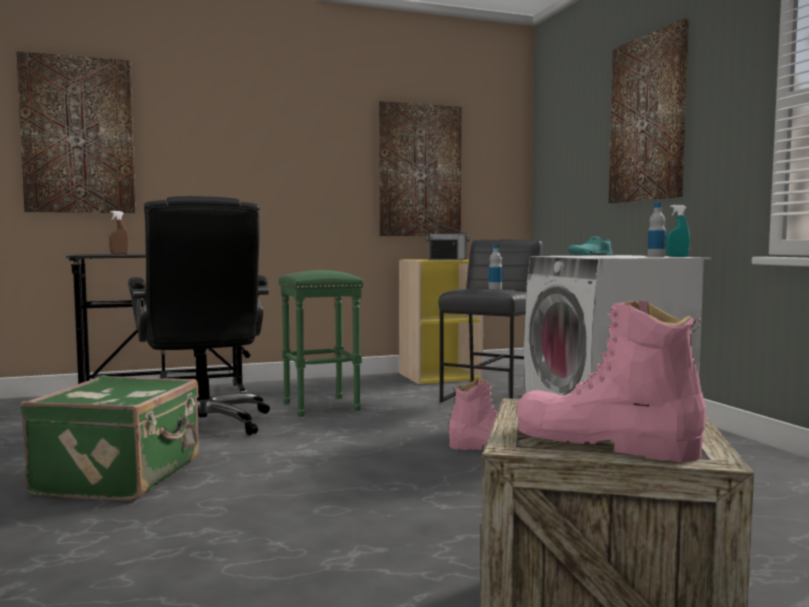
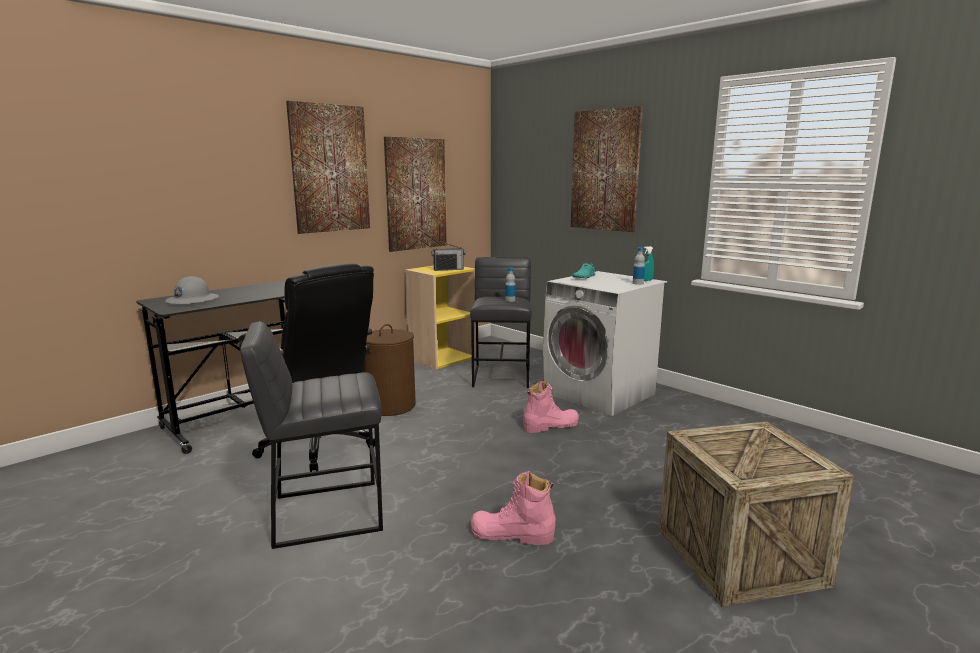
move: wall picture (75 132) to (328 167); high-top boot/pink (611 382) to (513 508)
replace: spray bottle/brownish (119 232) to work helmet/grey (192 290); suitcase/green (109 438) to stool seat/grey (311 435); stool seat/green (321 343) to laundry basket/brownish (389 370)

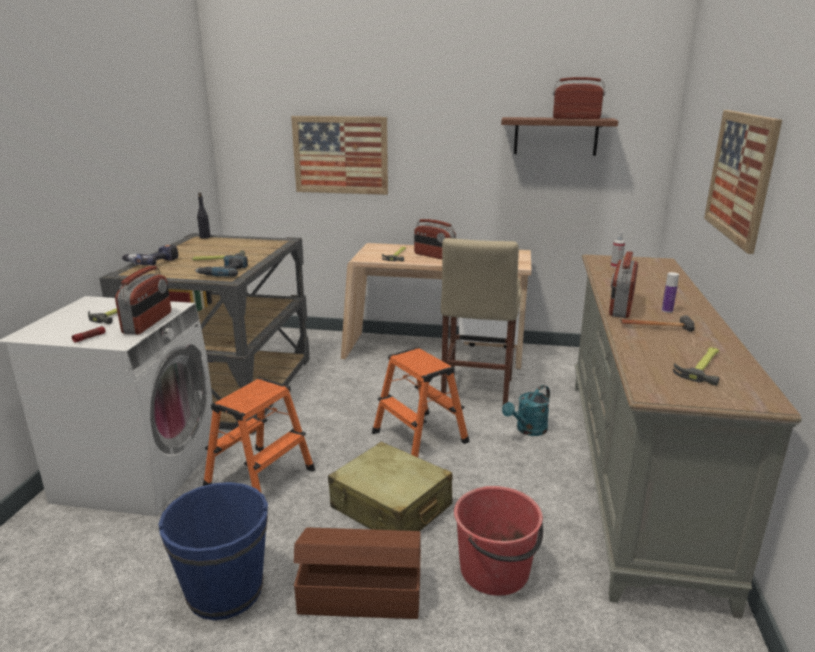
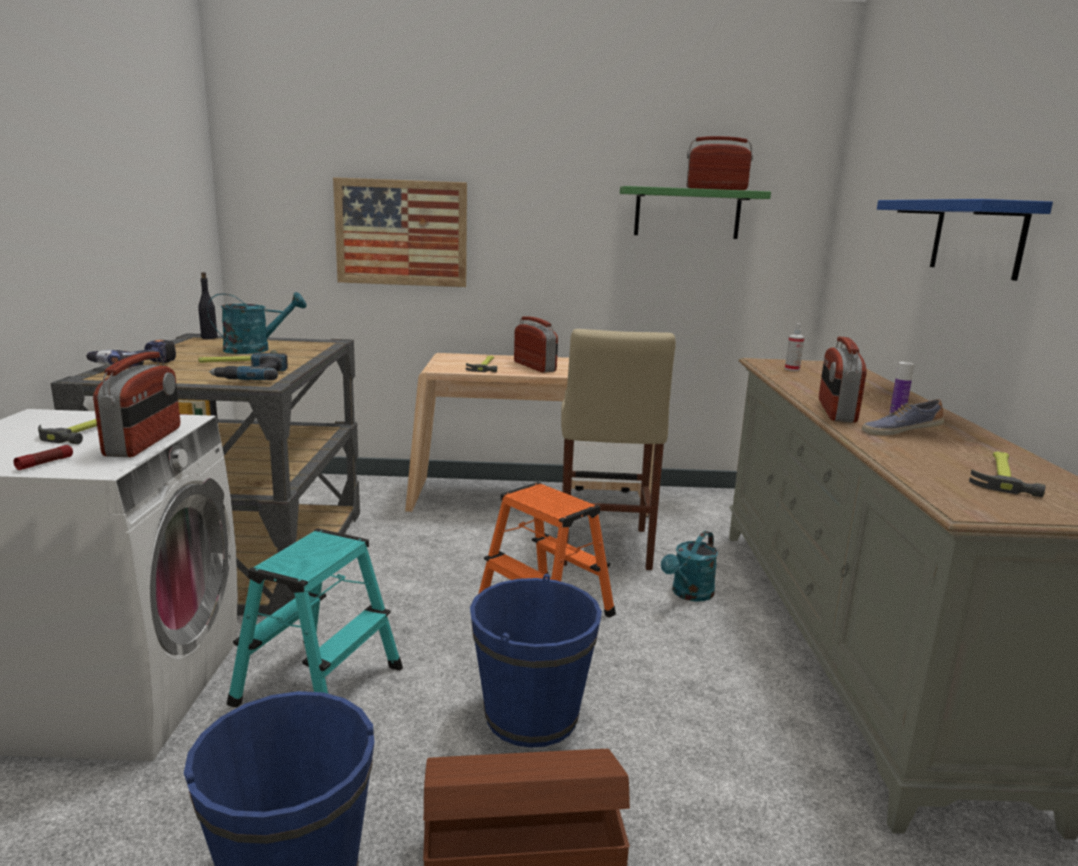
delete: bucket/red (498 541)
insert: watering can/blue-green (257 323)
replace: suitcase/beige (390 486) to bucket/blue (536 661); hand hammer (658 323) to item of footwear (903 417); wall picture (743 182) to shelf/blue (965 240)
recolor: stepladder/orange-coloured (259 435) to stepladder/blue-green (315 618); shelf/brownish (559 136) to shelf/green (695 212)
rotate: radio set (435 239) = (536 344) 150 degrees counterclockwise

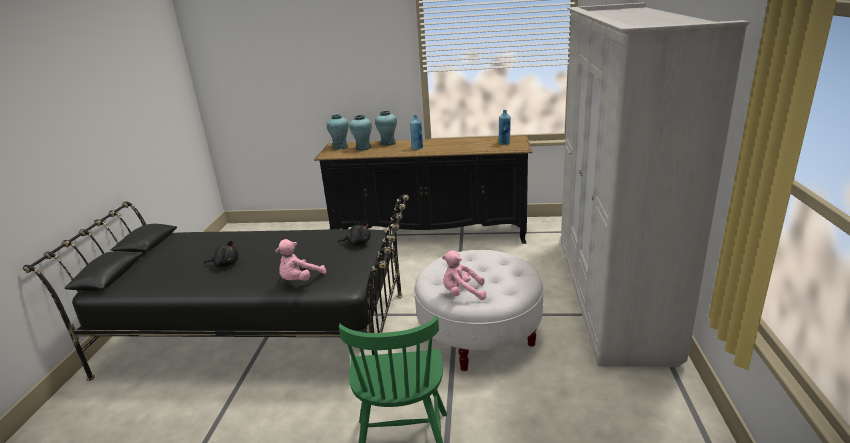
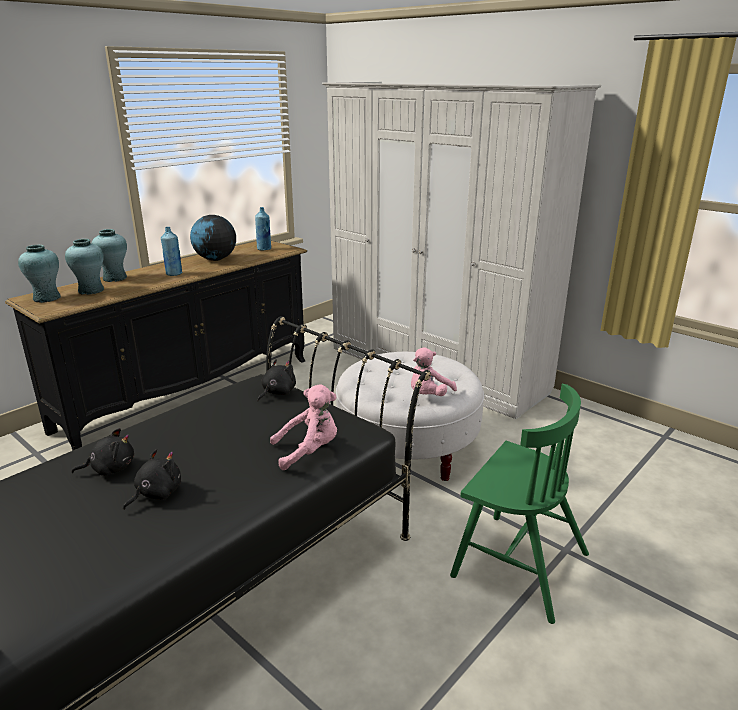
insert: soft toy/black (102 452); desk globe (213 238)
rotate: soft toy/pink (300 260) = (303 427) 90 degrees counterclockwise

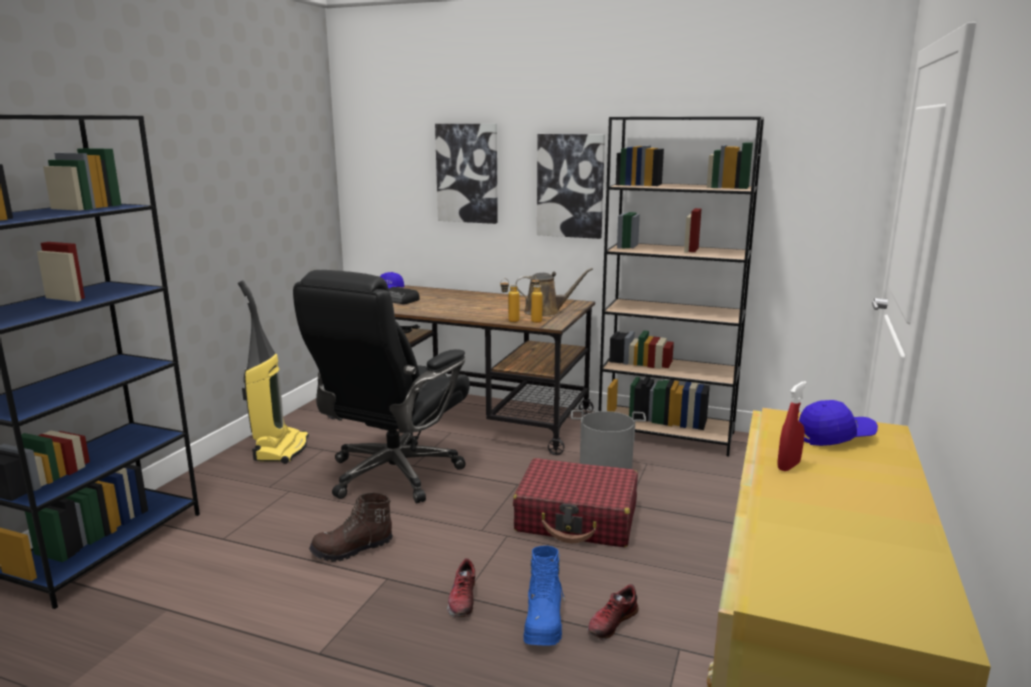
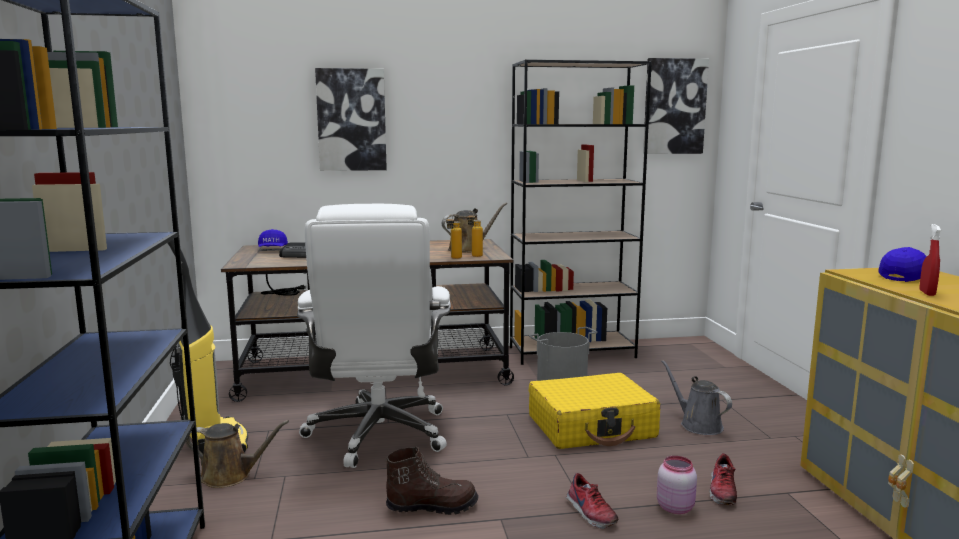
insert: watering can/brownish (237 454); watering can/grey (696 397)
move: wall picture (571 186) to (676 106)
replace: high-top boot/blue (544 596) to preserve jar/pink (677 485)
recolor: desk chair/black (381 386) to desk chair/white-coloured (374 336); suitcase/red (575 502) to suitcase/yellow-coloured (594 411)
rotate: high-top boot/brownish (351 527) = (432 480) 135 degrees counterclockwise

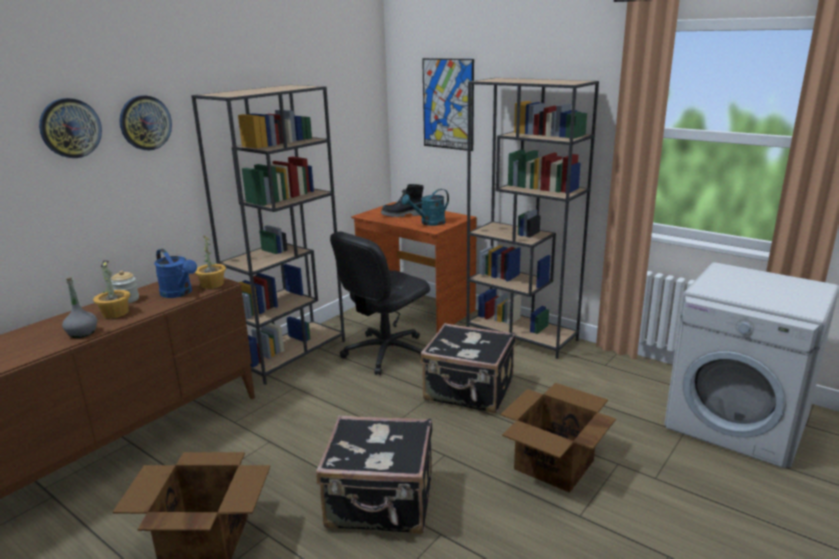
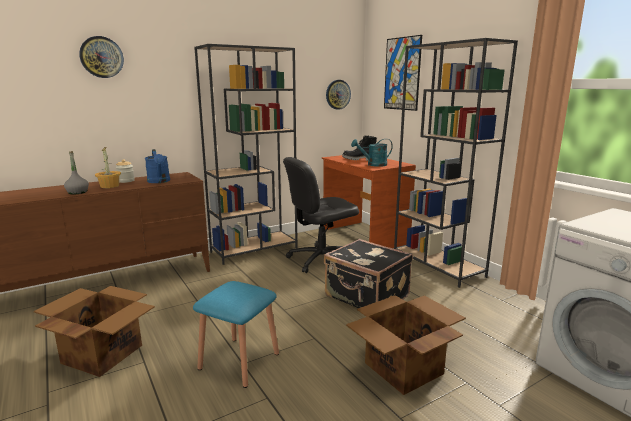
delete: plant in a pot (210 262)
move: wall clock (145 122) to (338 95)
replace: suitcase/black (374 474) to stool seat/blue (236 334)

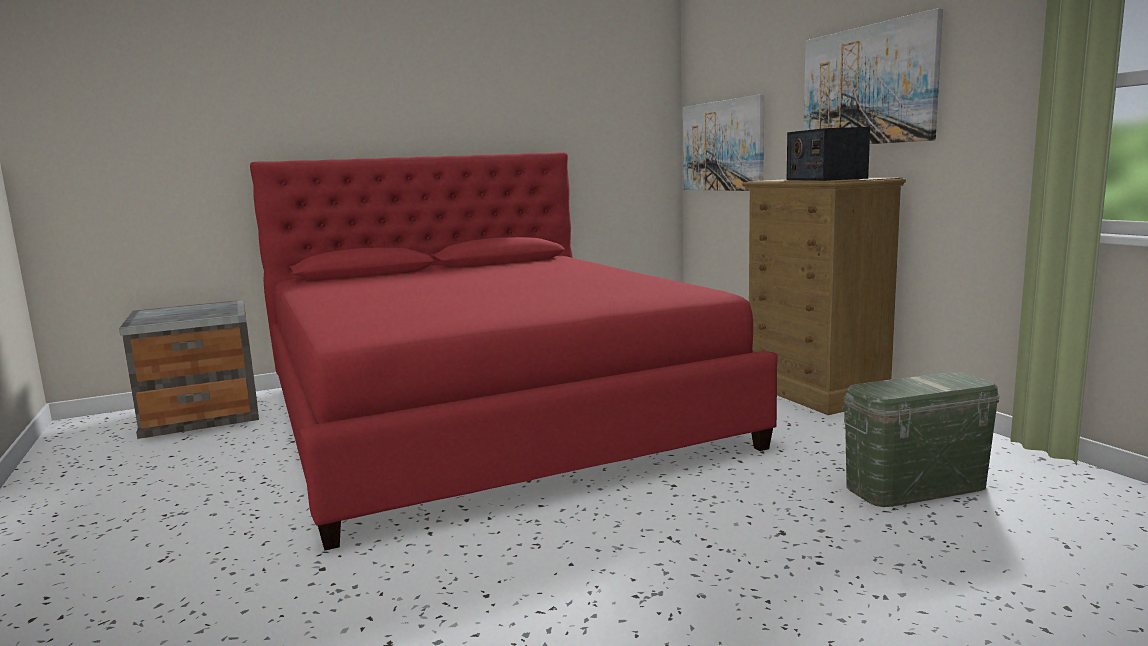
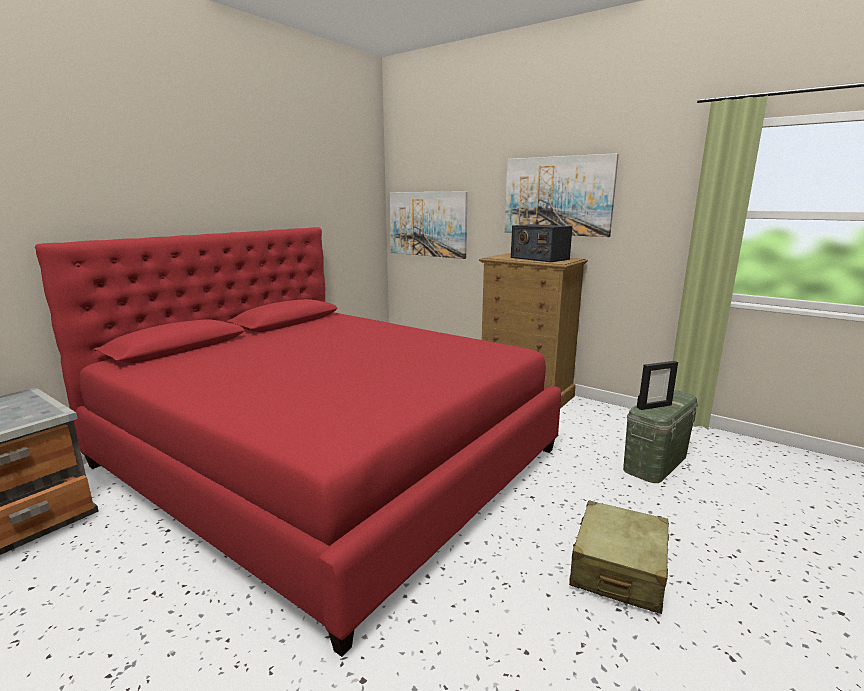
insert: suitcase/beige (619 557); photo frame (657 385)

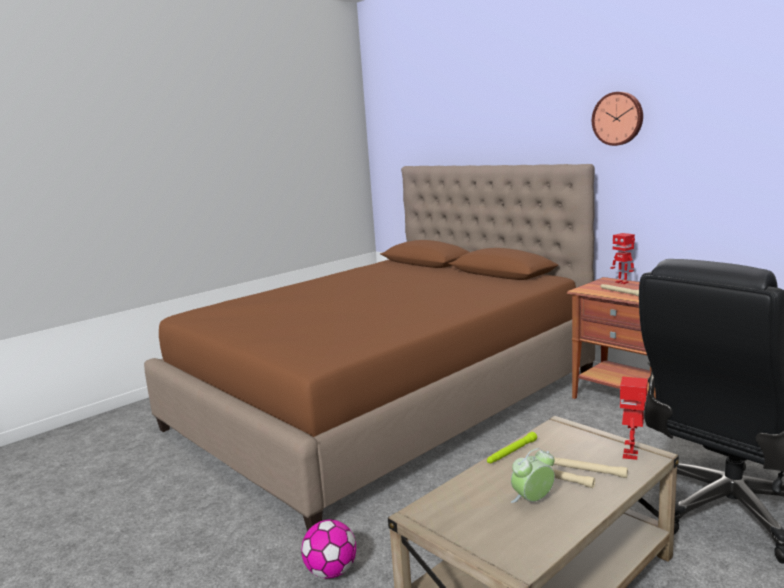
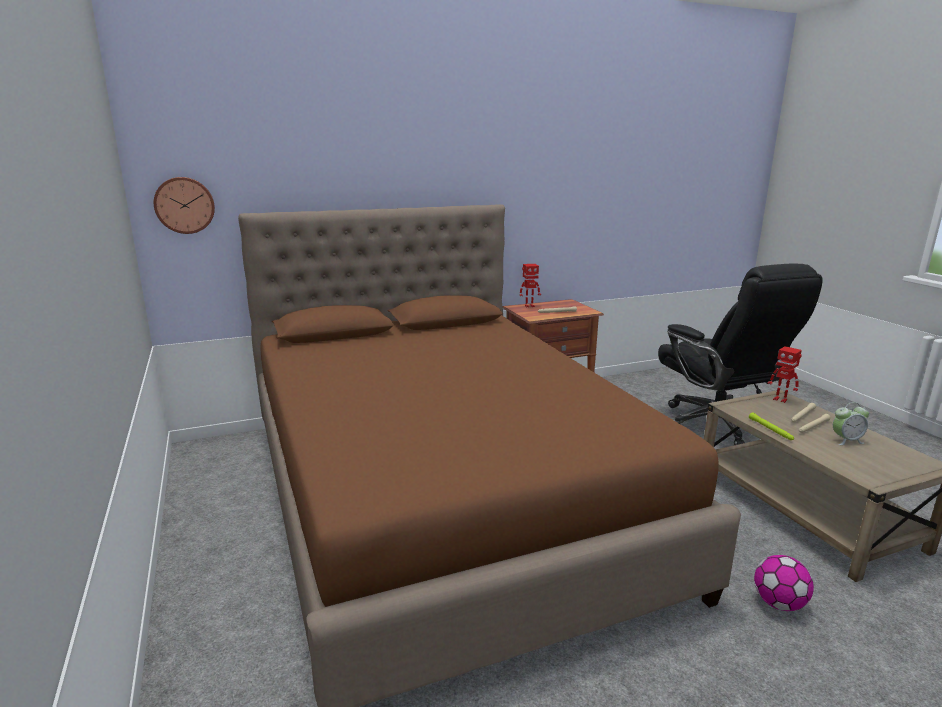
move: wall clock (617 119) to (184 205)
rotate: alarm clock (533 475) = (851 423) 90 degrees counterclockwise

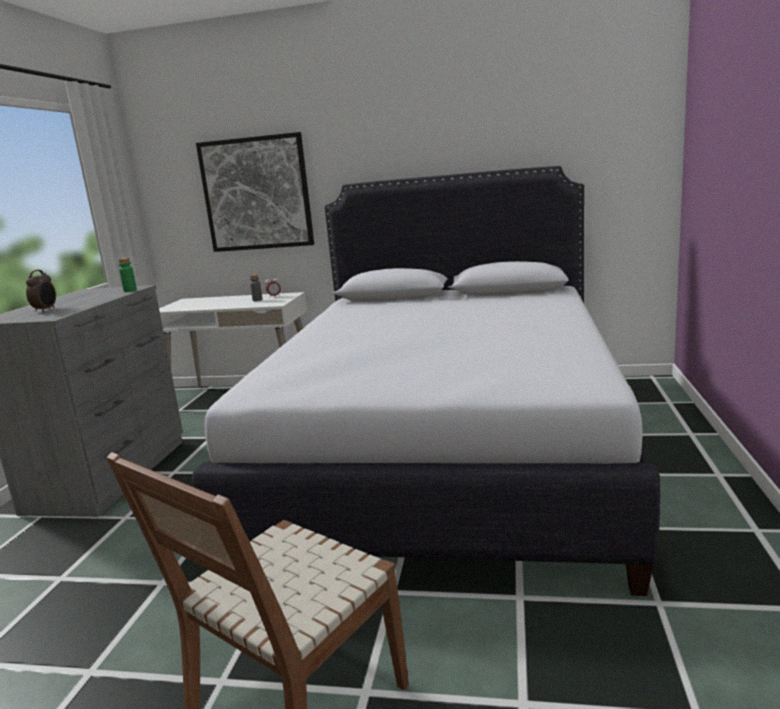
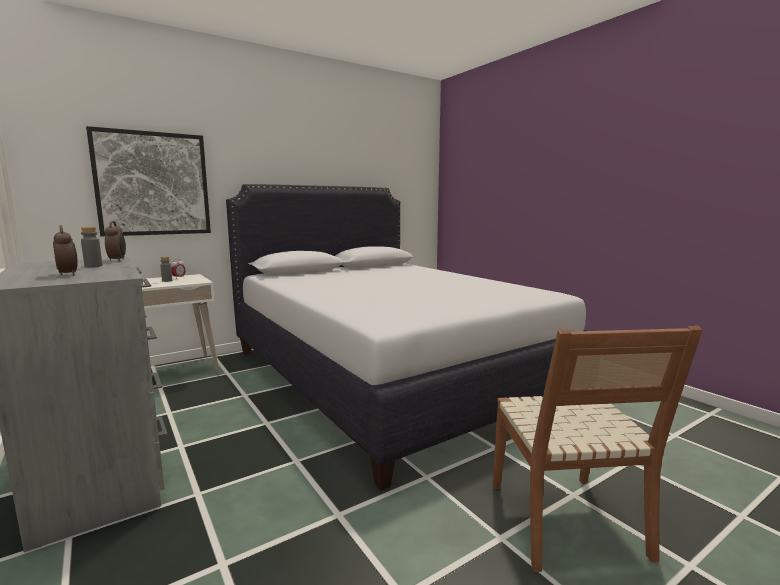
insert: beverage bottle/grey (91 247)
replace: beverage bottle/green (127 275) to alarm clock (115 241)

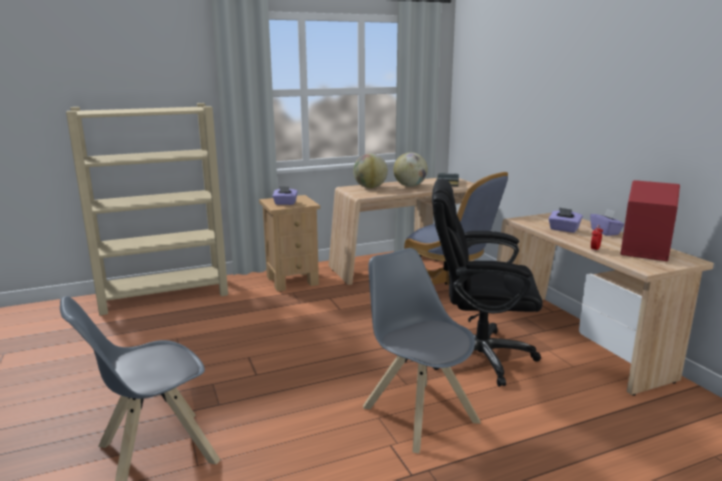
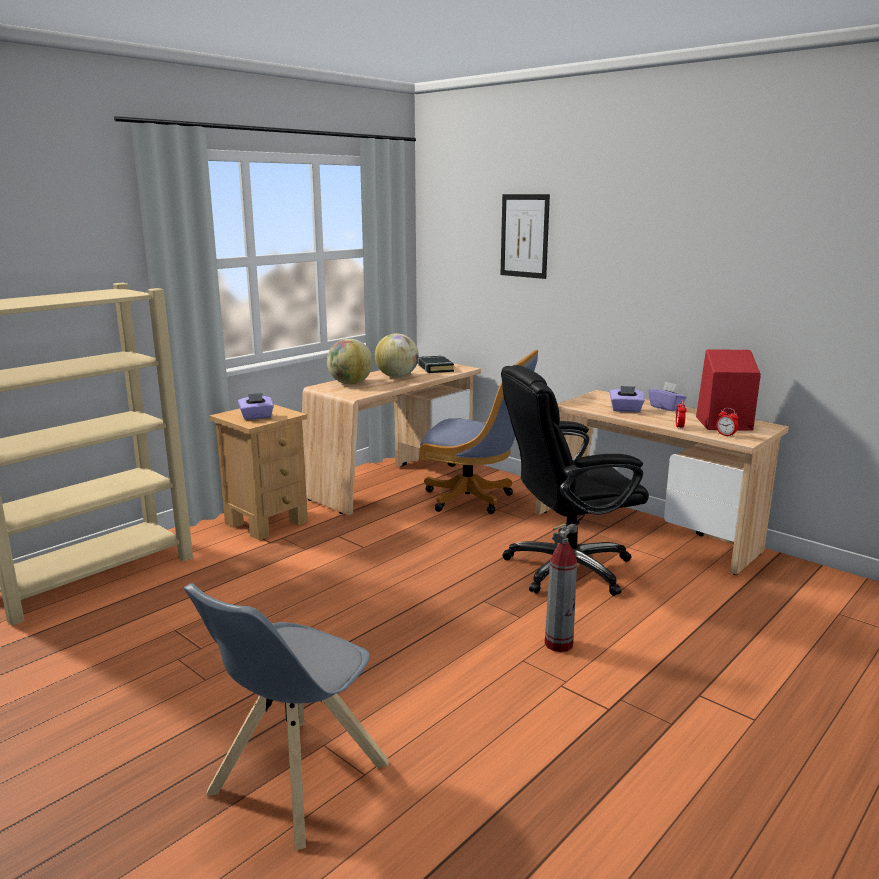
insert: wall picture (525 236); alarm clock (727 423)
replace: upright chair/grey (422 351) to extinguisher (561 587)

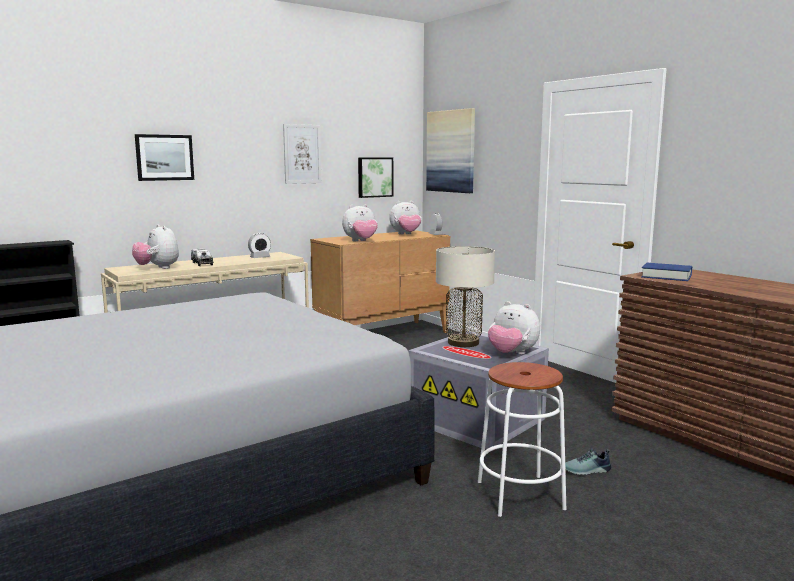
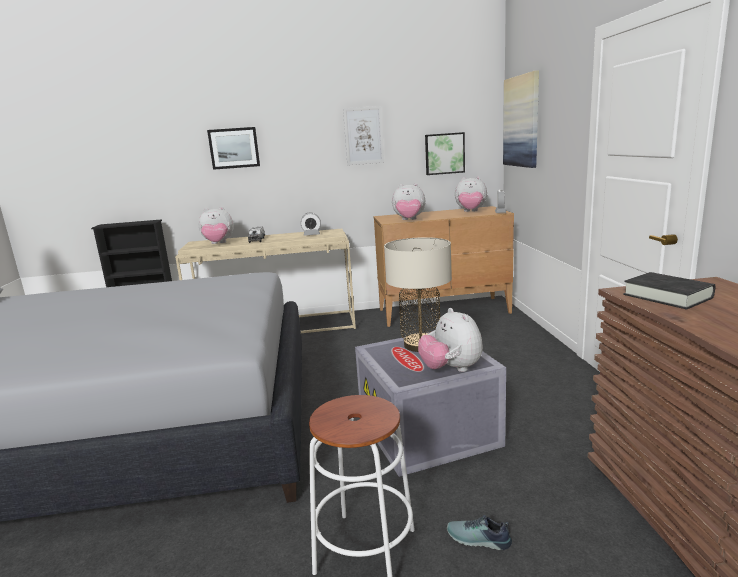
recolor: book/blue (666 272) to book/black (669 291)
rotate: soft toy (155 246) = (216 225) 90 degrees counterclockwise

